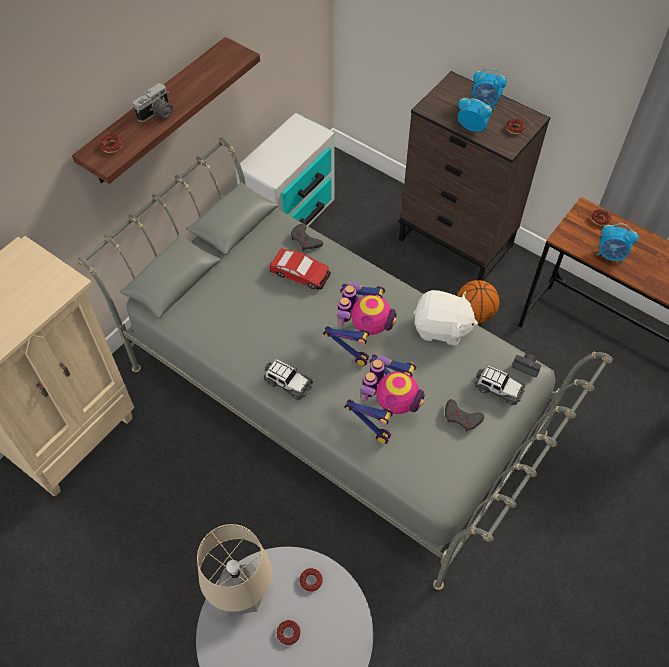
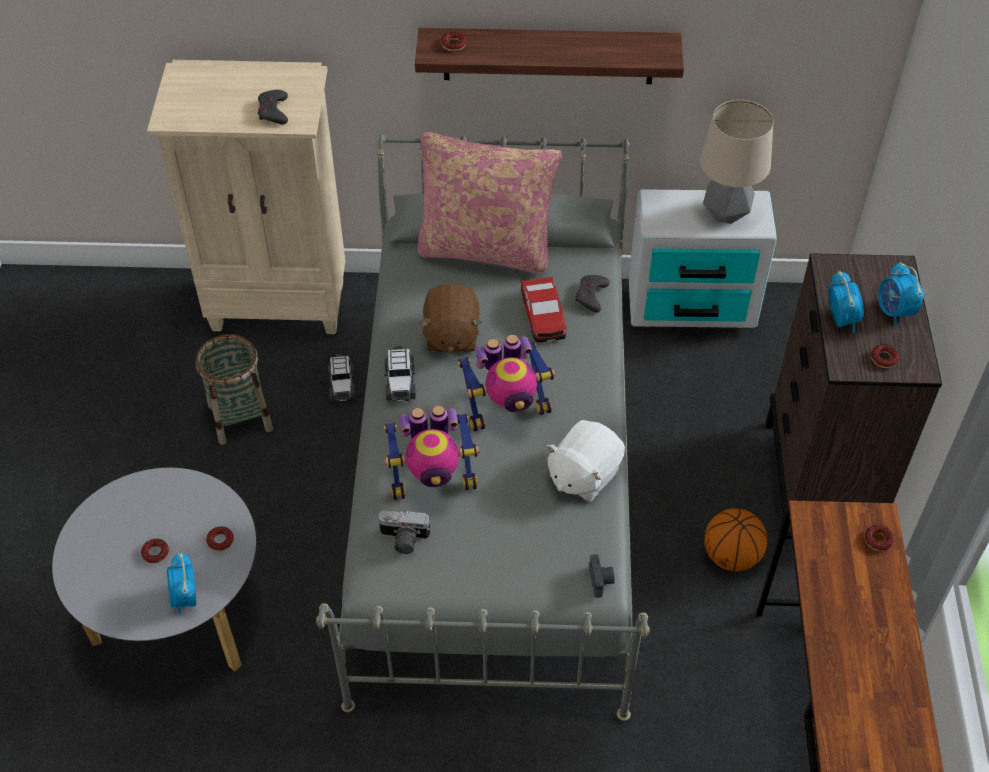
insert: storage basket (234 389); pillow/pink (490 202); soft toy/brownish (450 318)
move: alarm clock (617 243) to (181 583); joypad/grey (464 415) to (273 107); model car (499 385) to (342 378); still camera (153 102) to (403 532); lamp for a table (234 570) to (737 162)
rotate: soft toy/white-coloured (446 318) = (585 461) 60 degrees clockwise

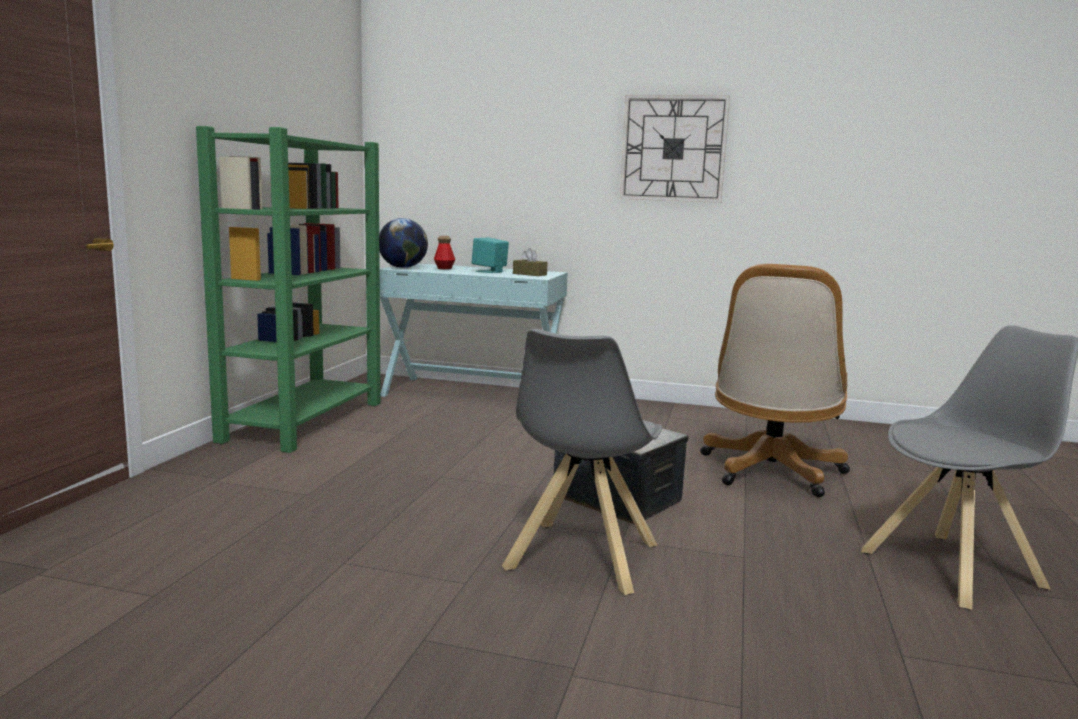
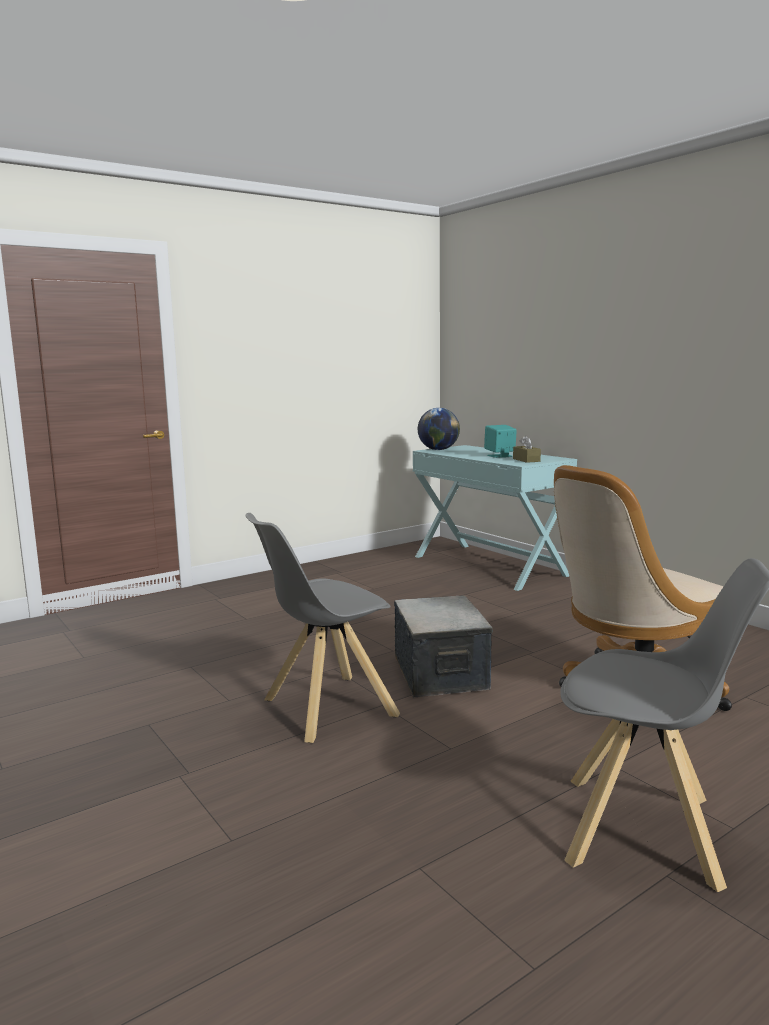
delete: bookshelf/green (288 289); beverage bottle (444 253); wall clock (675 149)

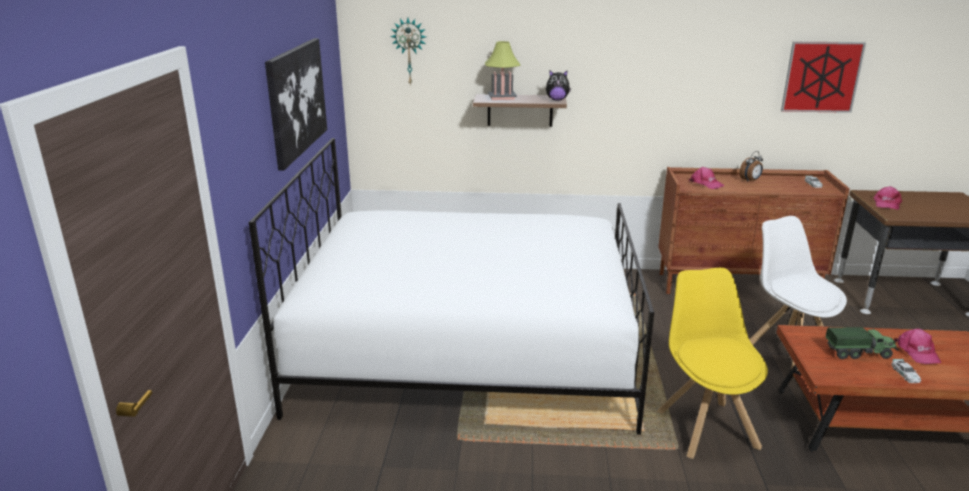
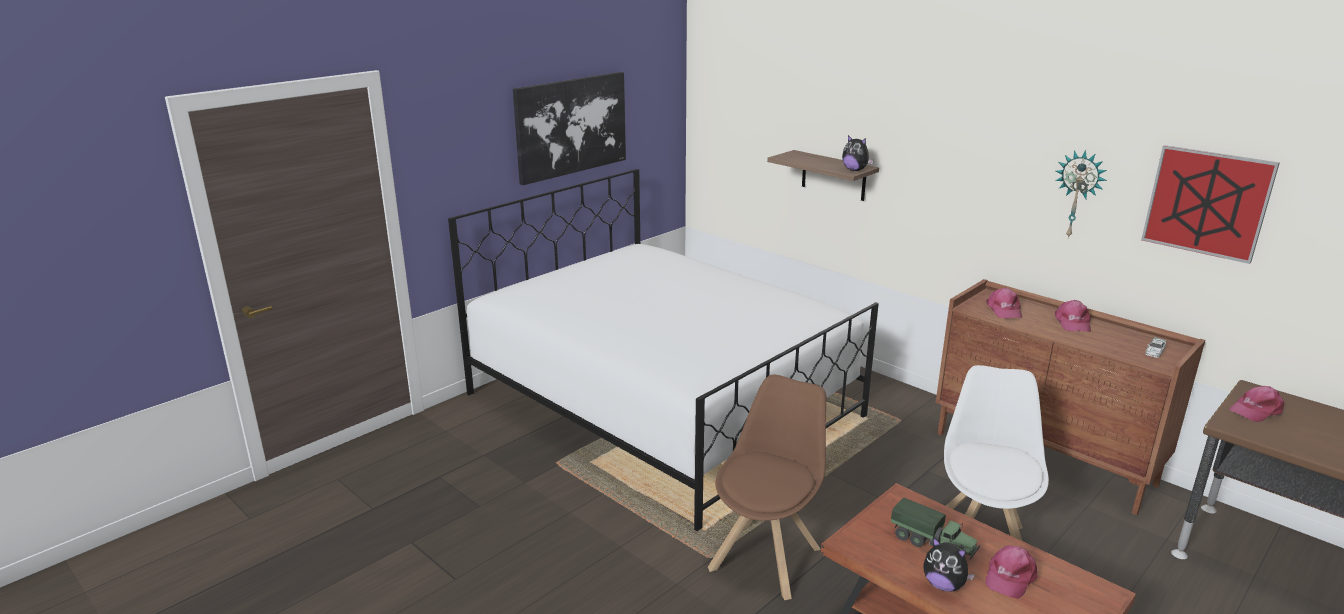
delete: lamp for a table (503 70)
move: wall clock (408 52) to (1081 194)
replace: model car (906 371) to soft toy (949 564); alarm clock (751 166) to peaked cap/pink (1072 316)
recolor: upright chair/yellow-coloured (712 363) to upright chair/brownish (767 487)

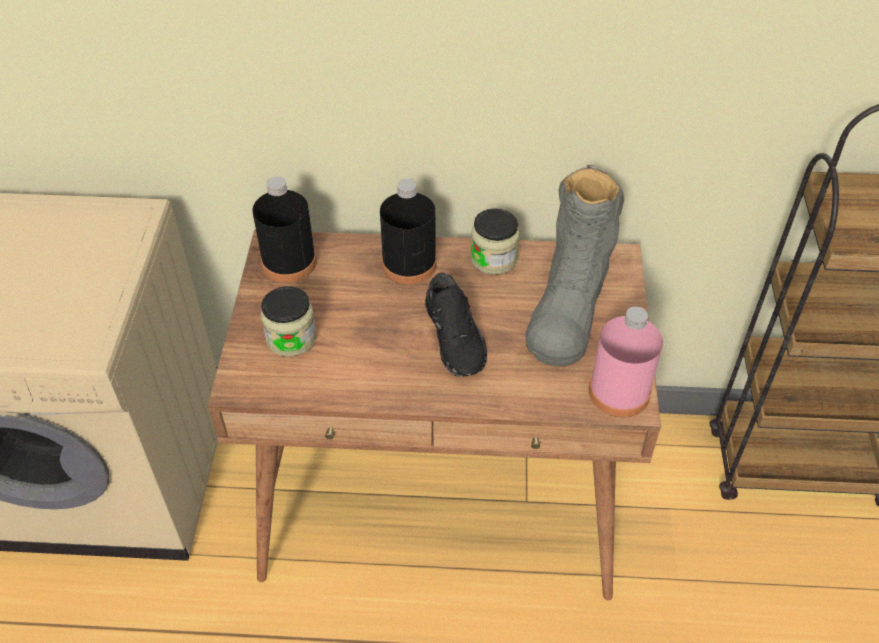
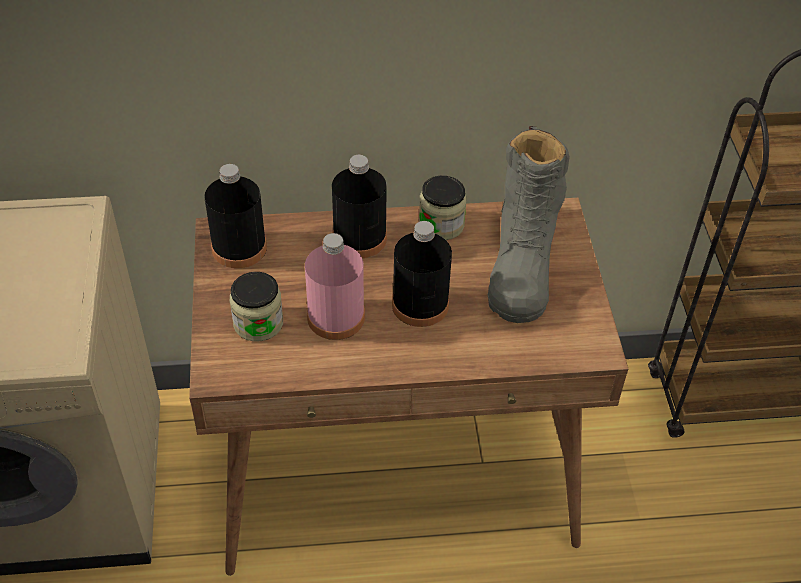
move: beverage bottle/pink (626 361) to (335 286)
replace: item of footwear/black (456 325) to beverage bottle/black (422 274)

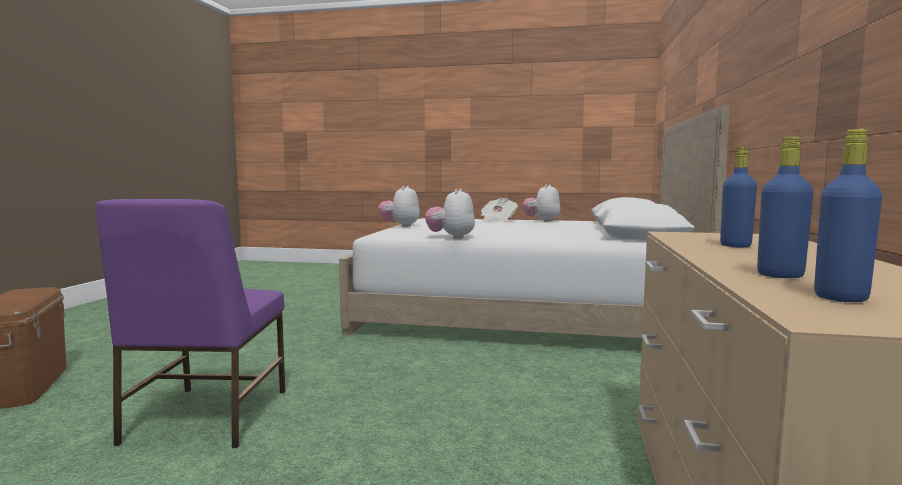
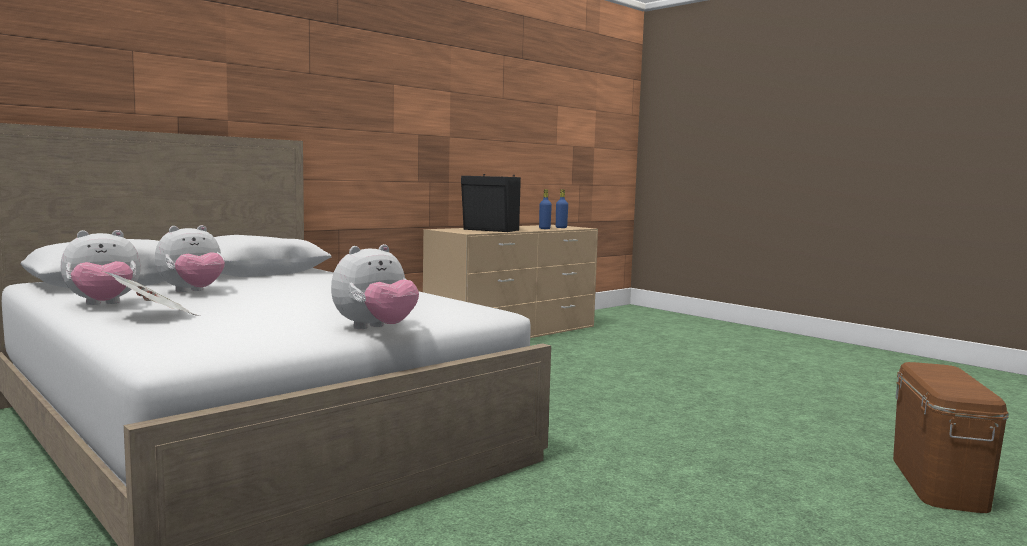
delete: upright chair/purple-coloured (190 323)
move: soft toy (450 214) to (190 258)
replace: beverage bottle/blue (738 197) to loudspeaker/black (491 203)

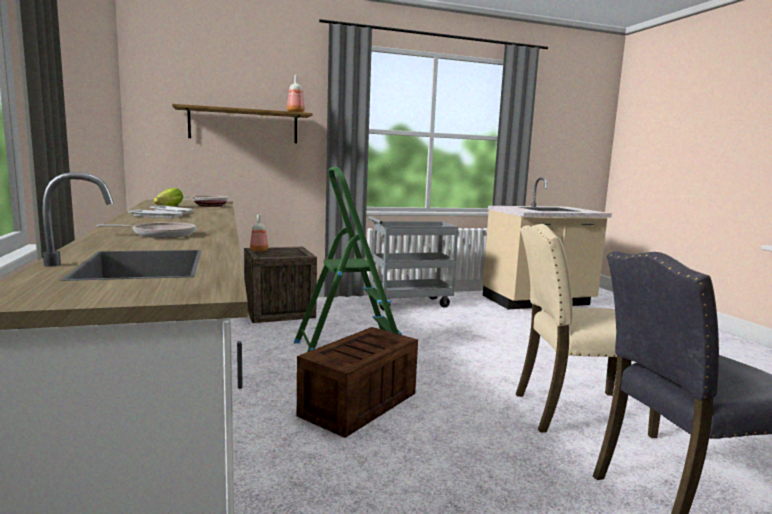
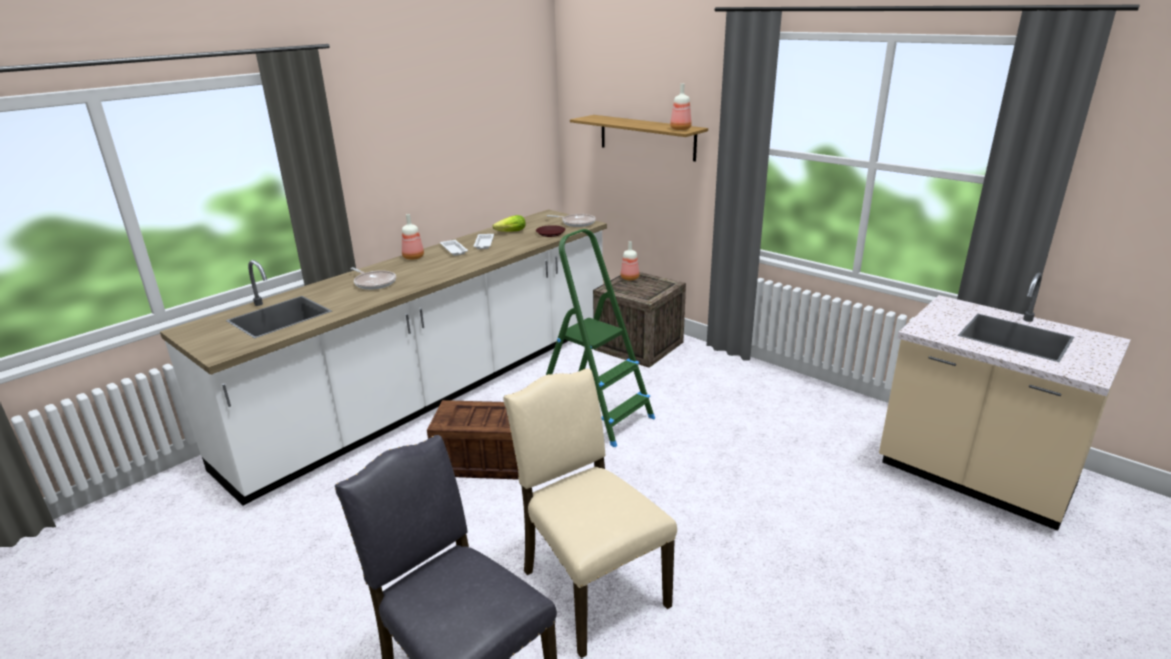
delete: cart/grey (413 263)
insert: beverage bottle (413 237)

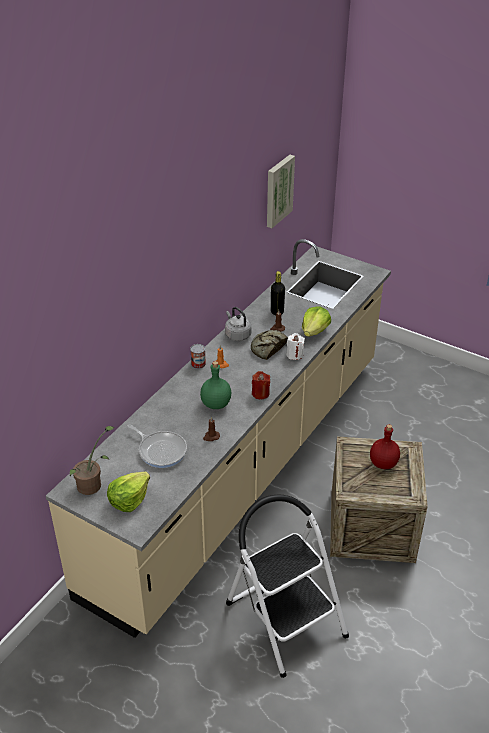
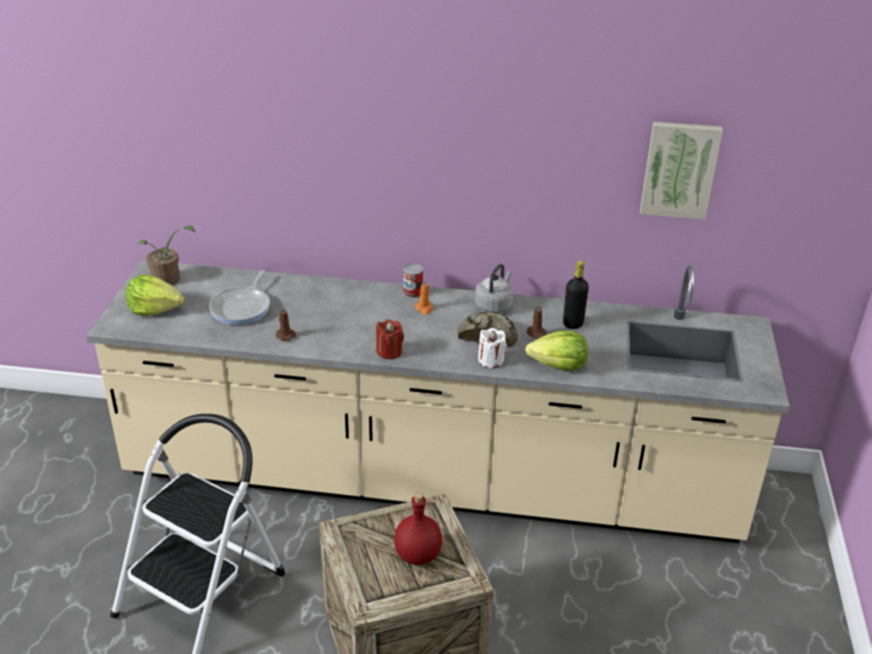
delete: beverage bottle/green (215 385)

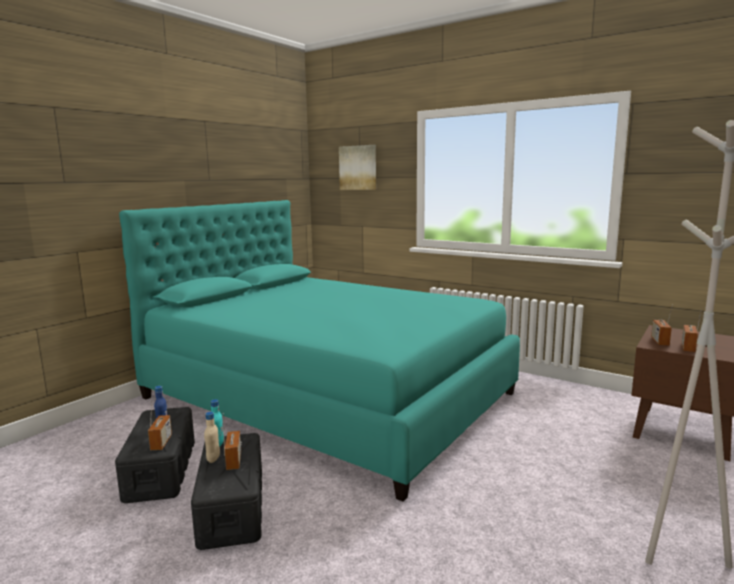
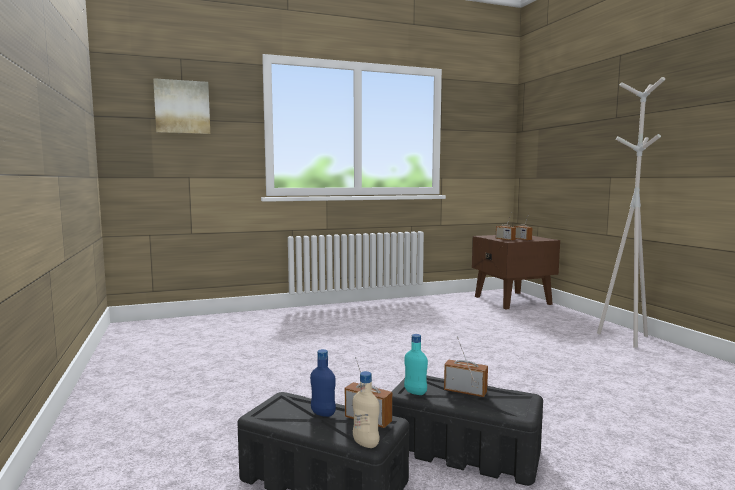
delete: bed/blue-green (319 351)
move: beverage bottle/beige (212 437) to (366 409)

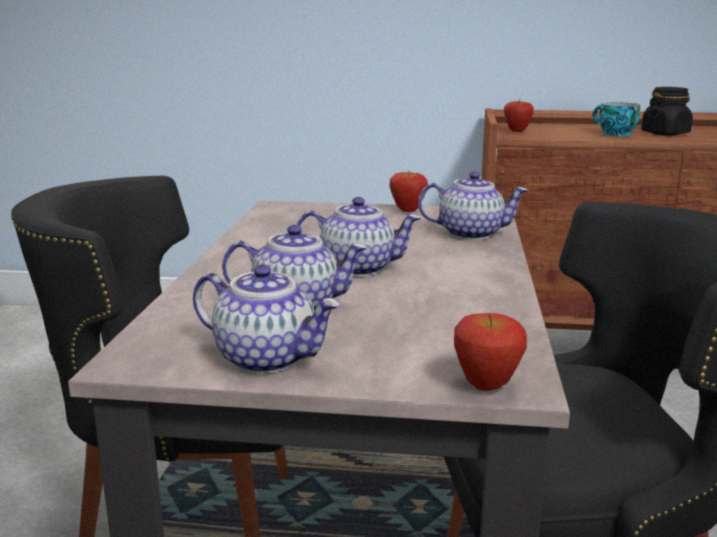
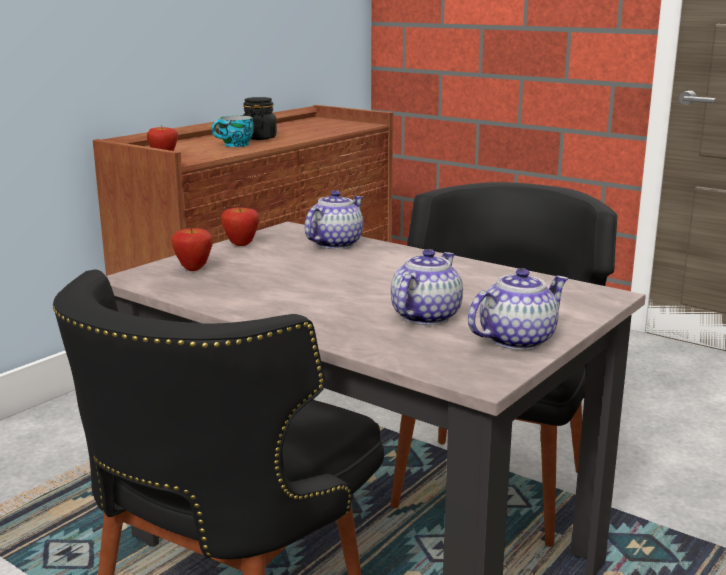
delete: teapot (359 237)
move: whole apple (490 352) to (192 249)

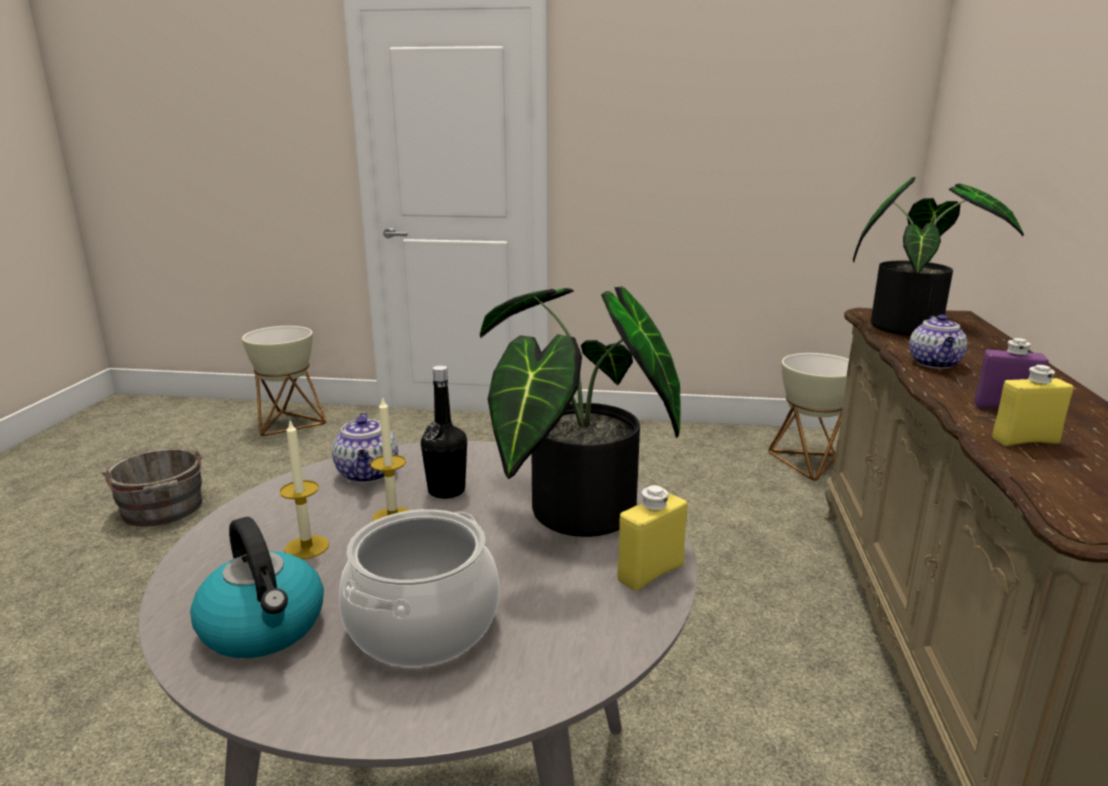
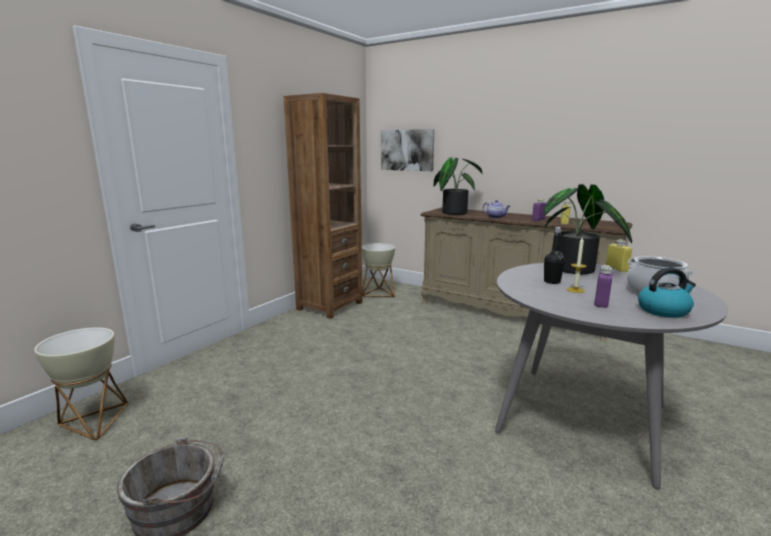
delete: teapot (365 447)
insert: bookshelf/brownish (323 206); wall picture (407 150)
replace: wax candle (304 490) to beverage bottle/purple-coloured (603 286)

